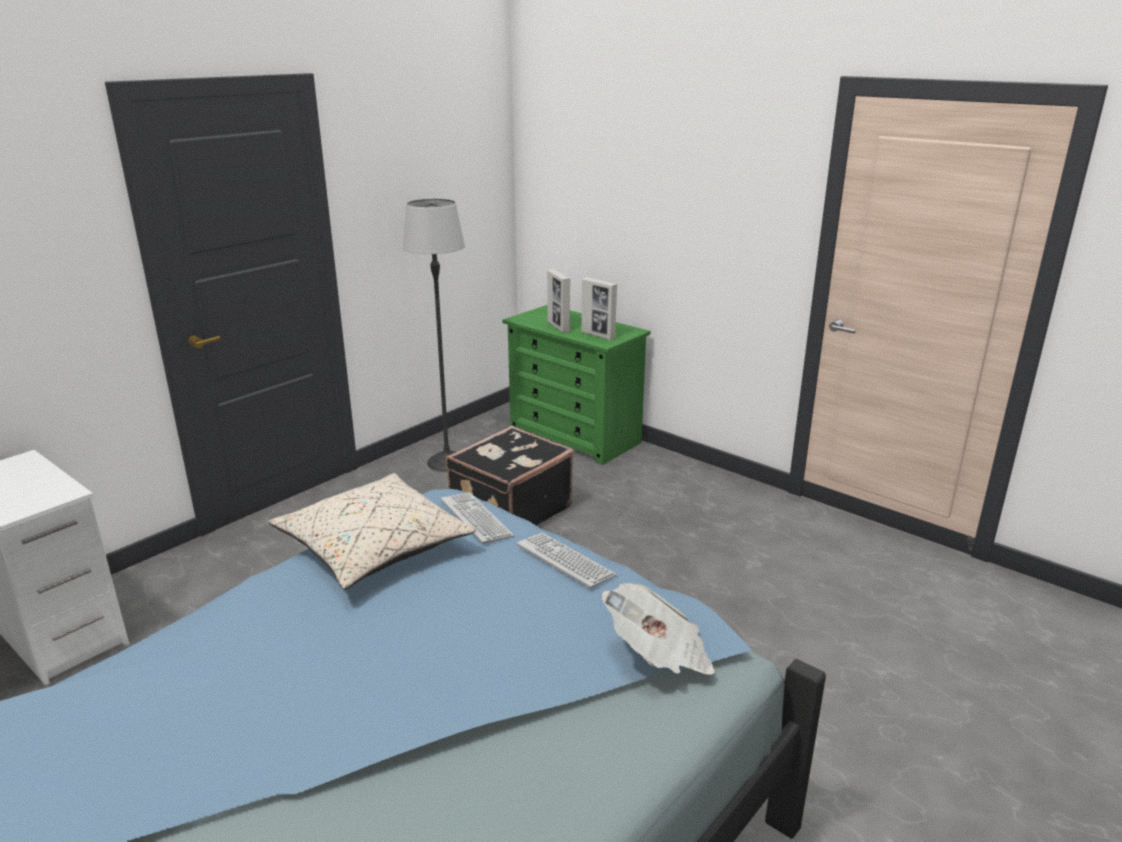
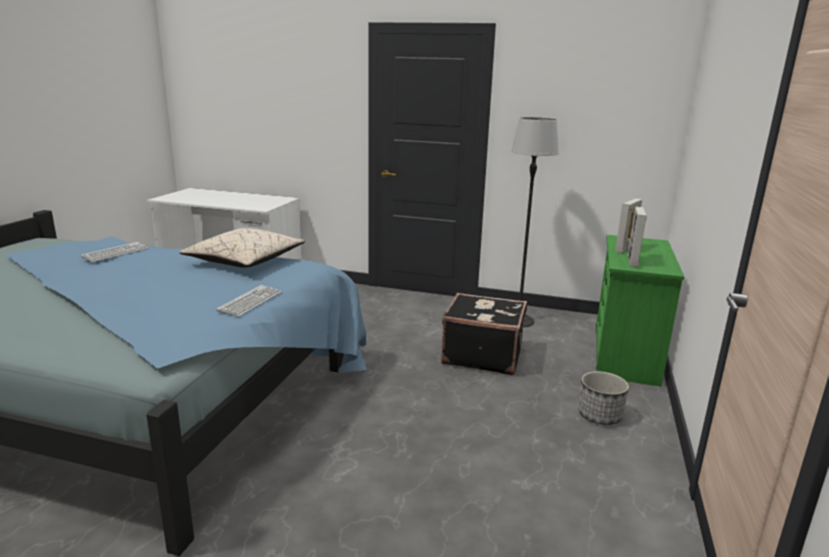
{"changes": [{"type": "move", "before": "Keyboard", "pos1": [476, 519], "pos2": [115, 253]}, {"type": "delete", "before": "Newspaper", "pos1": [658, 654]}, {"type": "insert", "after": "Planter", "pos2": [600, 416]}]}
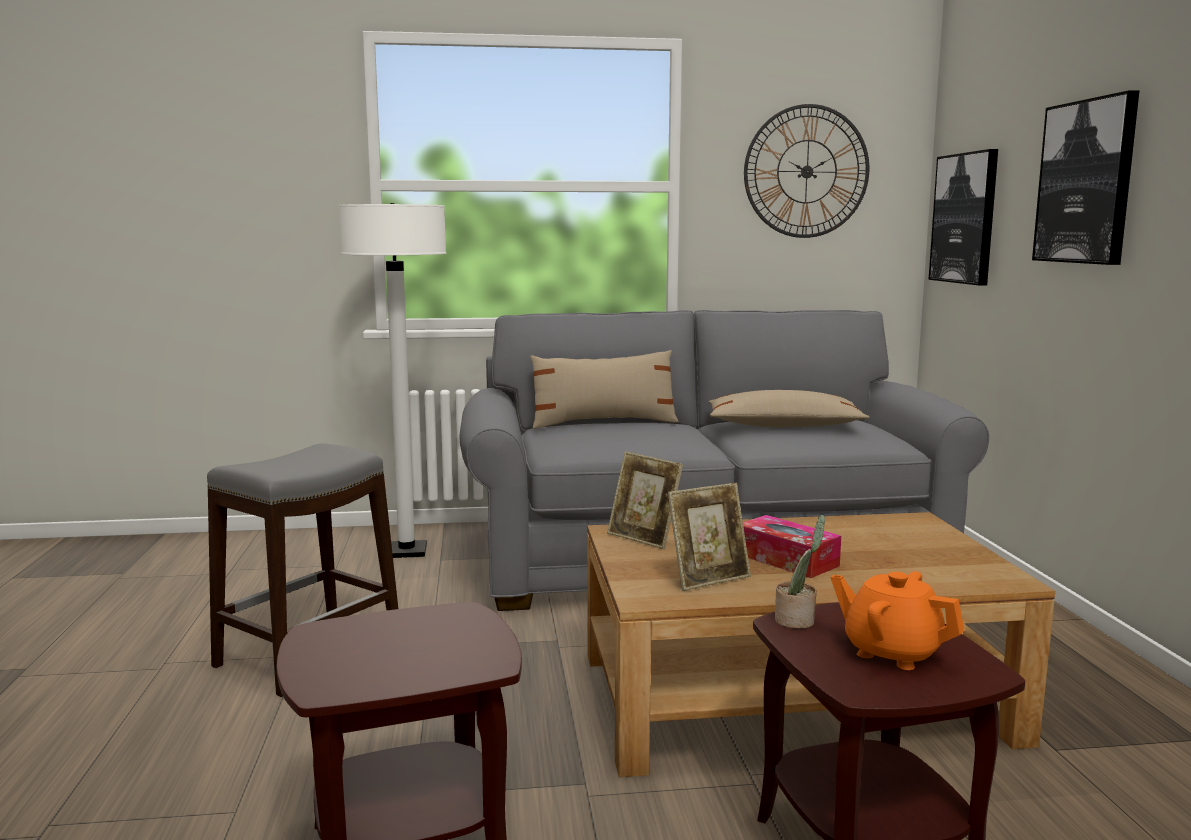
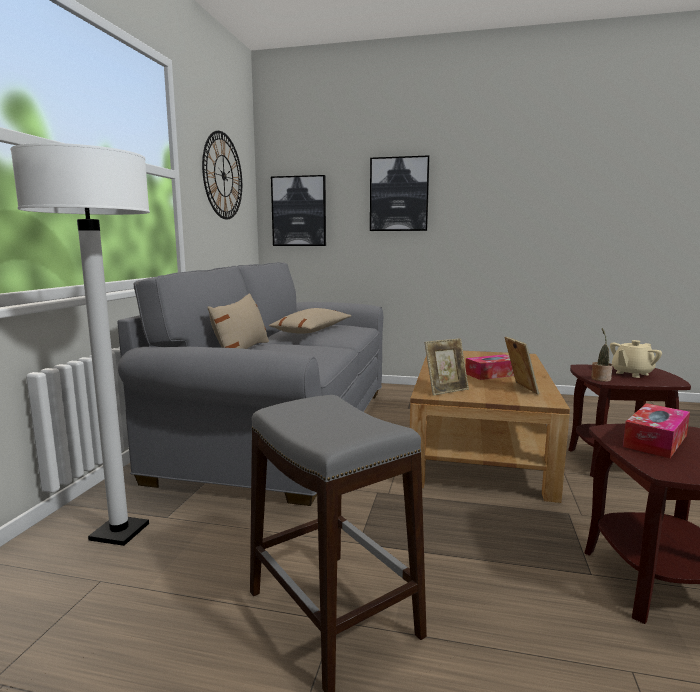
{"changes": [{"type": "recolor", "before": "OrangeTeapot", "after": "BeigeTeapot", "pos1": [892, 652], "pos2": [631, 373]}, {"type": "insert", "after": "TissueBox", "pos2": [655, 441]}]}
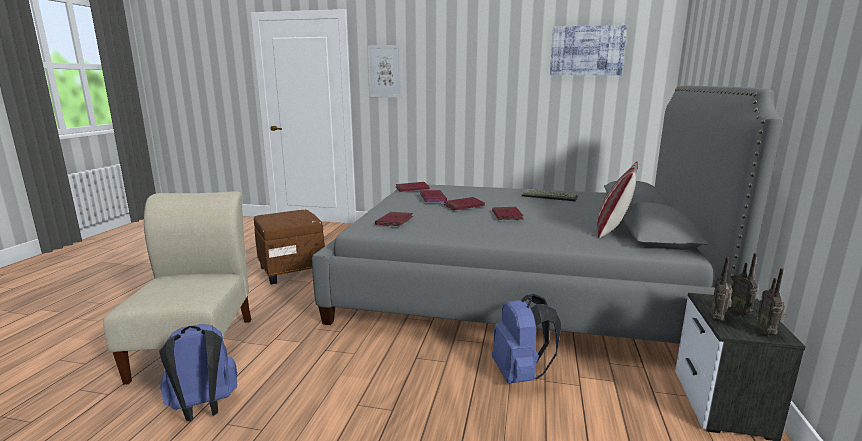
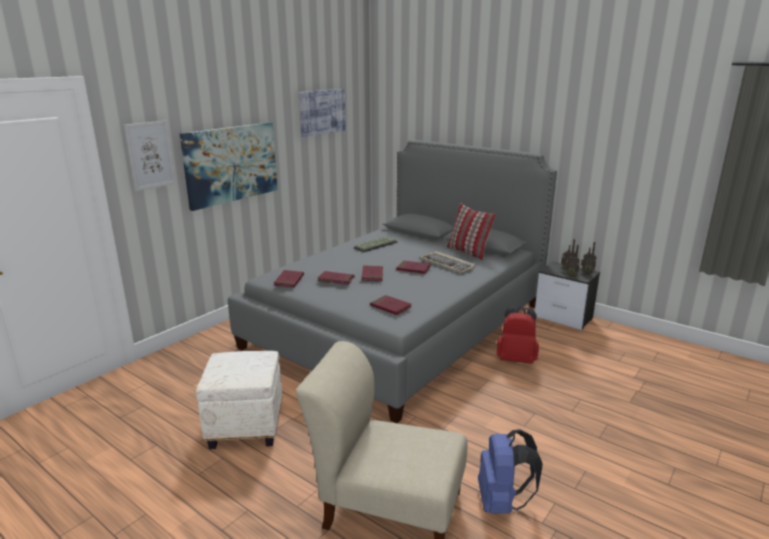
{"changes": [{"type": "recolor", "before": "BrownOttoman", "after": "WhiteOttoman", "pos1": [291, 271], "pos2": [246, 427]}, {"type": "recolor", "before": "BlueBackpack", "after": "RedBackpack", "pos1": [520, 375], "pos2": [516, 359]}, {"type": "insert", "after": "Picture", "pos2": [231, 164]}, {"type": "insert", "after": "Keyboard", "pos2": [447, 264]}]}
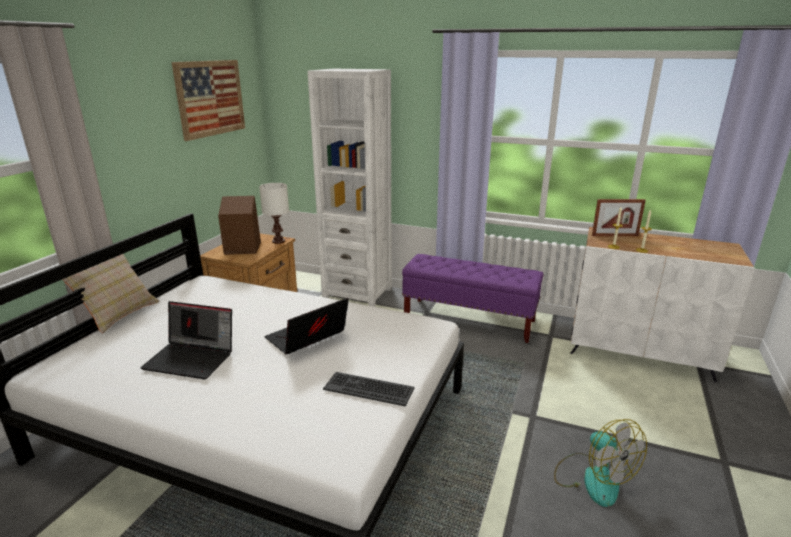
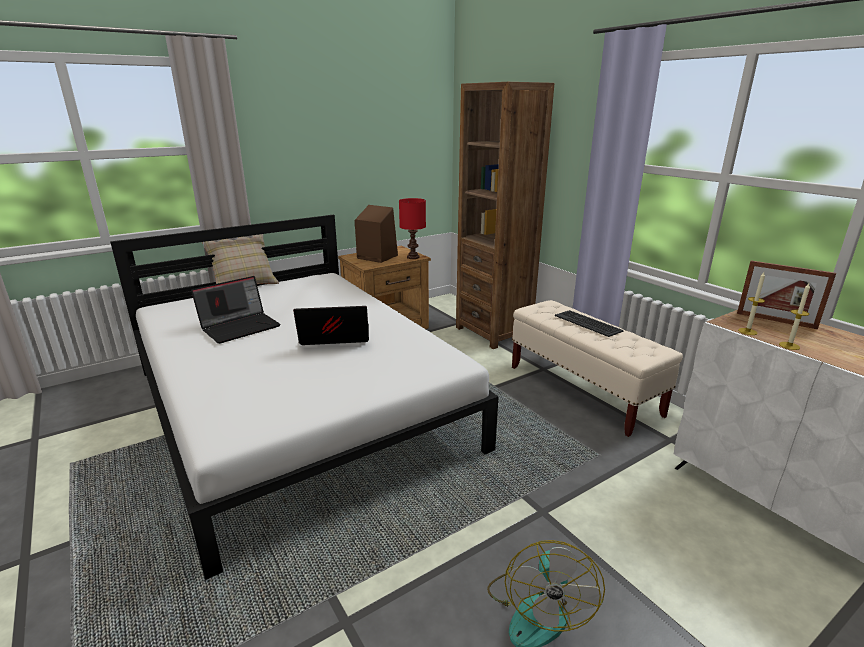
{"changes": [{"type": "rotate", "before": "Laptop", "pos1": [192, 358], "pos2": [240, 327], "turn": -90}, {"type": "delete", "before": "Picture", "pos1": [210, 98]}, {"type": "recolor", "before": "WhiteTableLamp", "after": "RedTableLamp", "pos1": [278, 241], "pos2": [413, 257]}, {"type": "recolor", "before": "WhiteBookcase", "after": "BrownBookcase", "pos1": [357, 293], "pos2": [493, 332]}, {"type": "move", "before": "Keyboard", "pos1": [369, 389], "pos2": [588, 323]}, {"type": "recolor", "before": "PurpleBench", "after": "BeigeBench", "pos1": [469, 320], "pos2": [582, 391]}]}
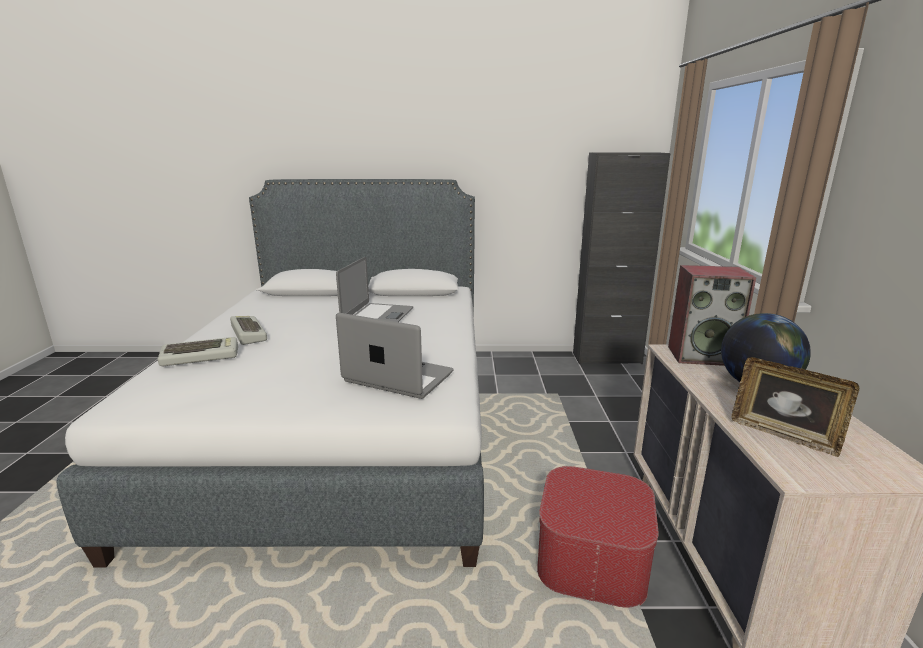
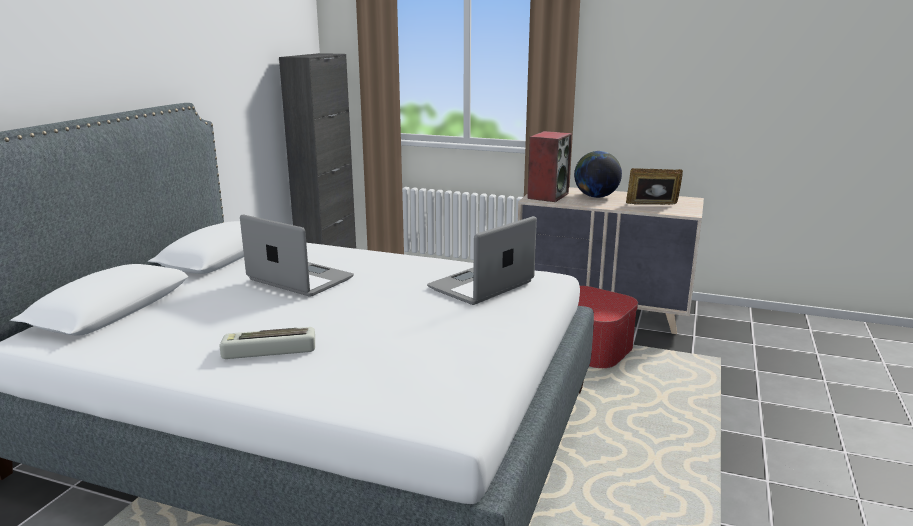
{"changes": [{"type": "delete", "before": "Keyboard", "pos1": [201, 356]}, {"type": "rotate", "before": "PictureFrame", "pos1": [783, 434], "pos2": [652, 206], "turn": -150}]}
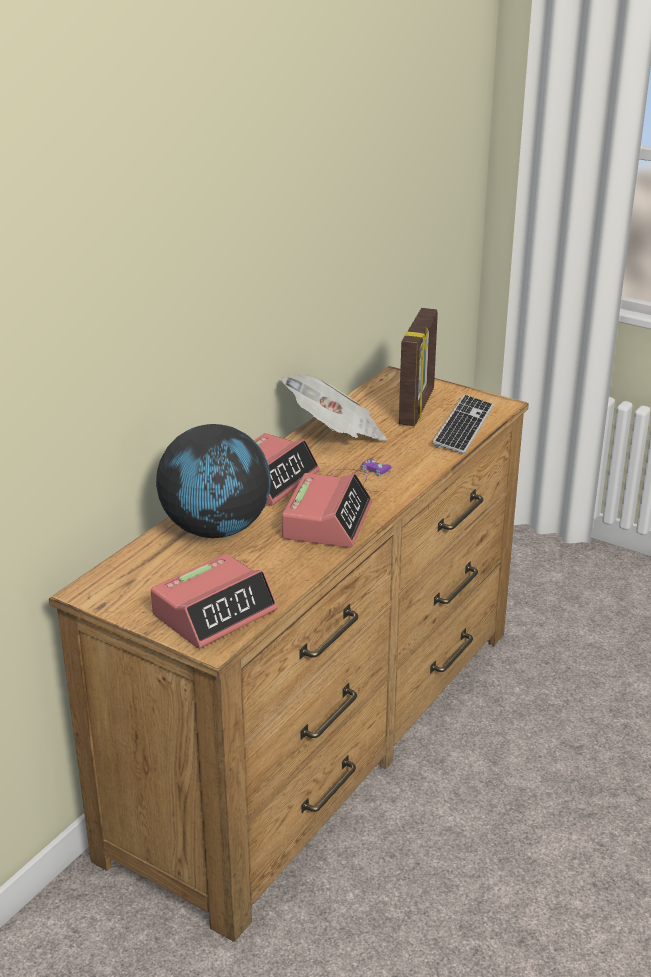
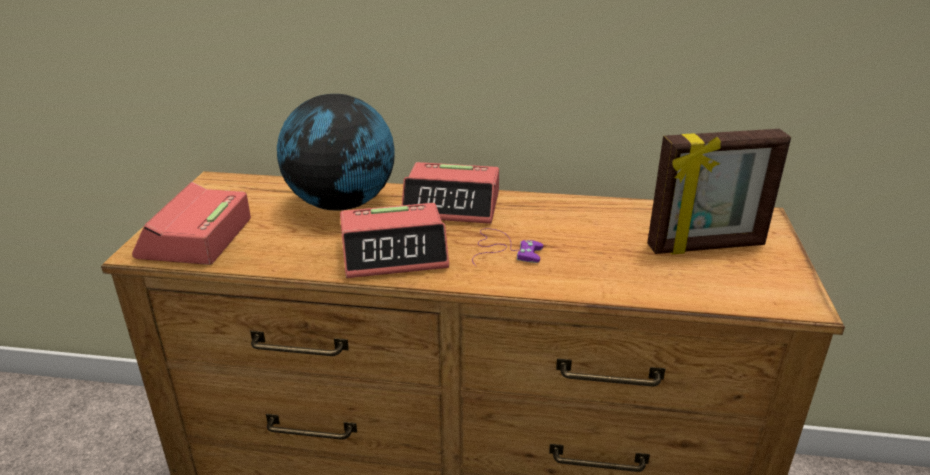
{"changes": [{"type": "rotate", "before": "AlarmClock", "pos1": [214, 612], "pos2": [195, 239], "turn": 75}, {"type": "delete", "before": "Newspaper", "pos1": [336, 433]}, {"type": "delete", "before": "Keyboard", "pos1": [463, 426]}]}
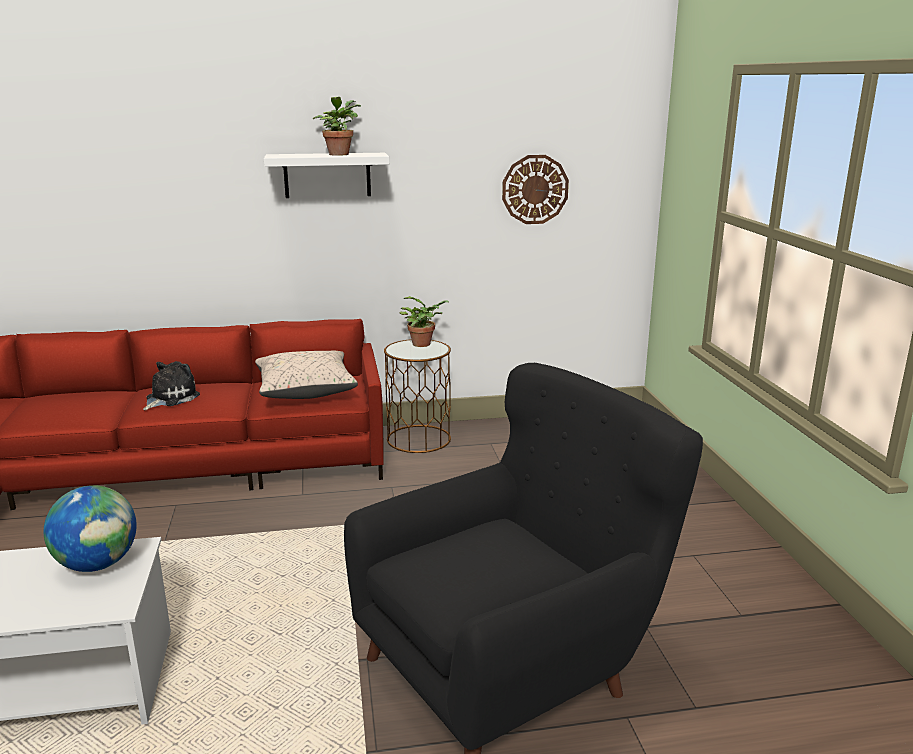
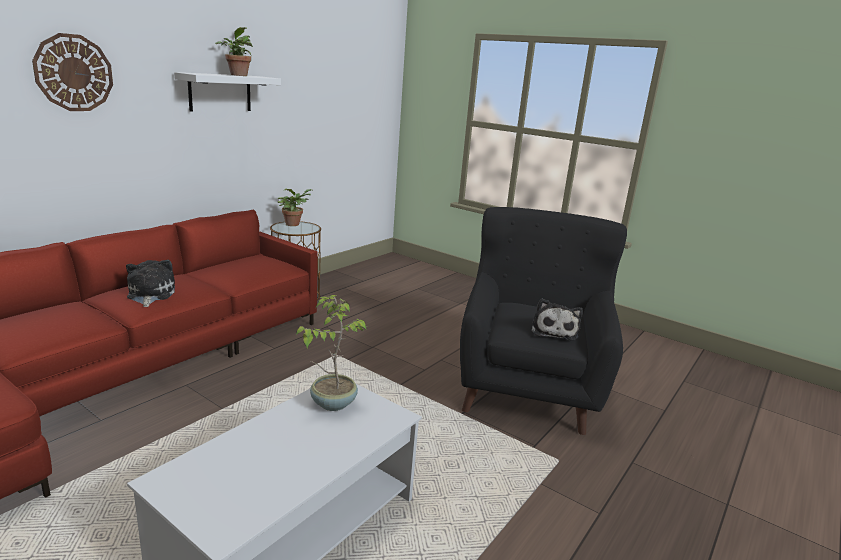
{"changes": [{"type": "replace", "before": "Globe", "after": "PottedPlant", "pos1": [98, 564], "pos2": [332, 403]}, {"type": "delete", "before": "BeigePillow", "pos1": [305, 390]}, {"type": "move", "before": "WallClock", "pos1": [535, 189], "pos2": [74, 73]}, {"type": "insert", "after": "PlushToy", "pos2": [554, 331]}]}
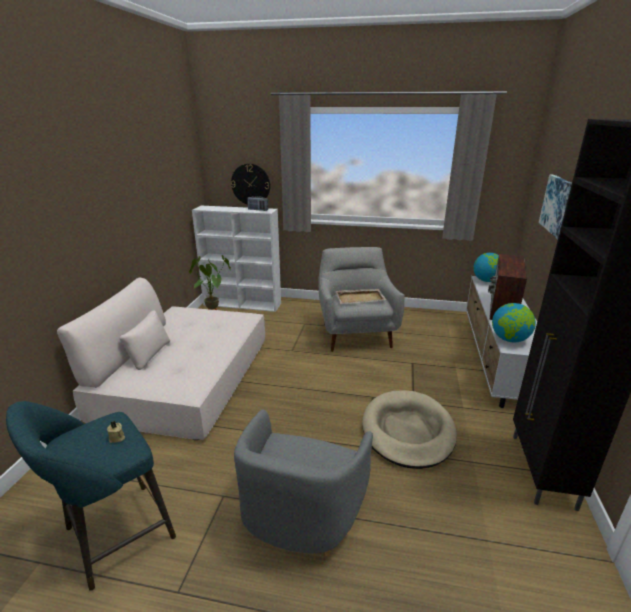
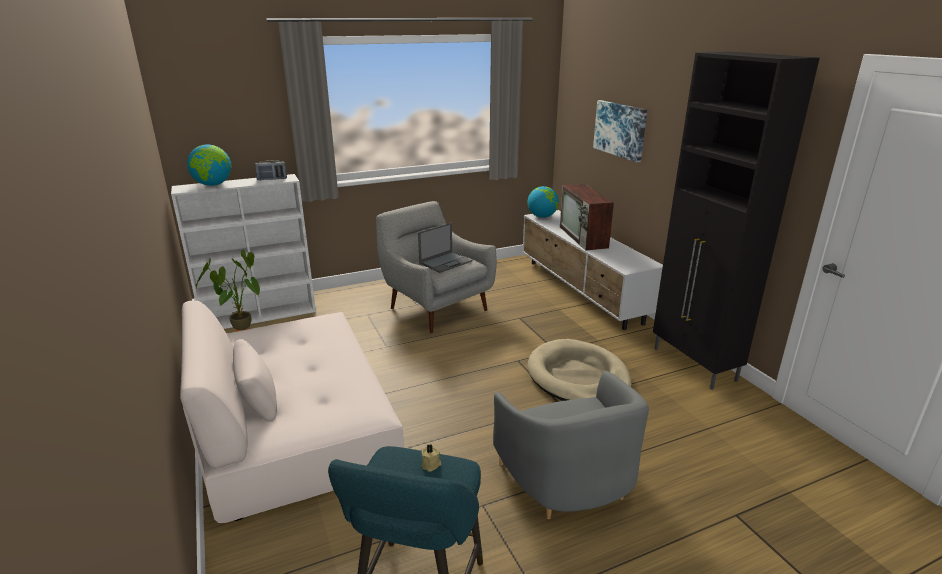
{"changes": [{"type": "delete", "before": "WallClock", "pos1": [250, 184]}, {"type": "replace", "before": "BeigeTray", "after": "Laptop", "pos1": [360, 298], "pos2": [446, 262]}, {"type": "move", "before": "Globe", "pos1": [509, 339], "pos2": [213, 185]}]}
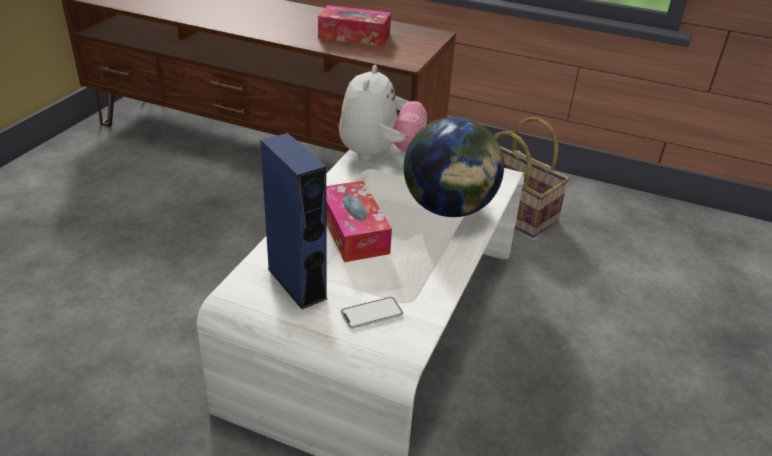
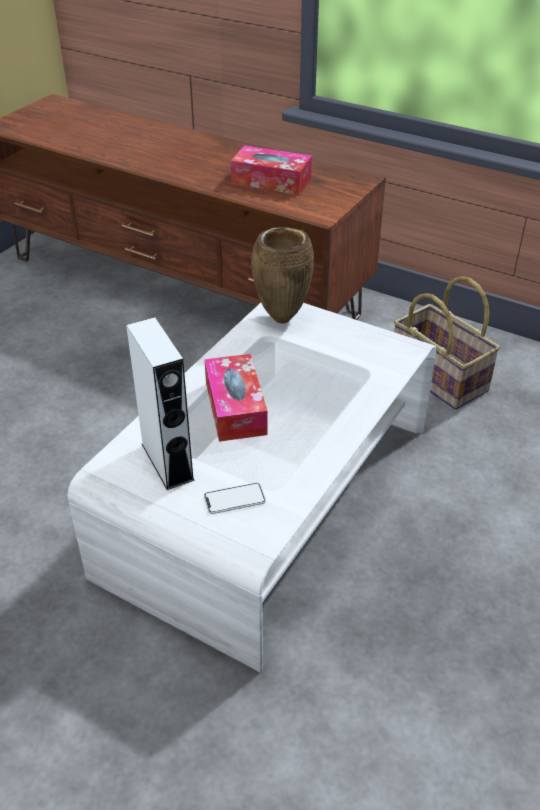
{"changes": [{"type": "recolor", "before": "BlueSpeaker", "after": "WhiteSpeaker", "pos1": [297, 283], "pos2": [167, 461]}, {"type": "replace", "before": "PlushToy", "after": "BrownVase", "pos1": [379, 154], "pos2": [281, 318]}, {"type": "delete", "before": "Globe", "pos1": [449, 208]}]}
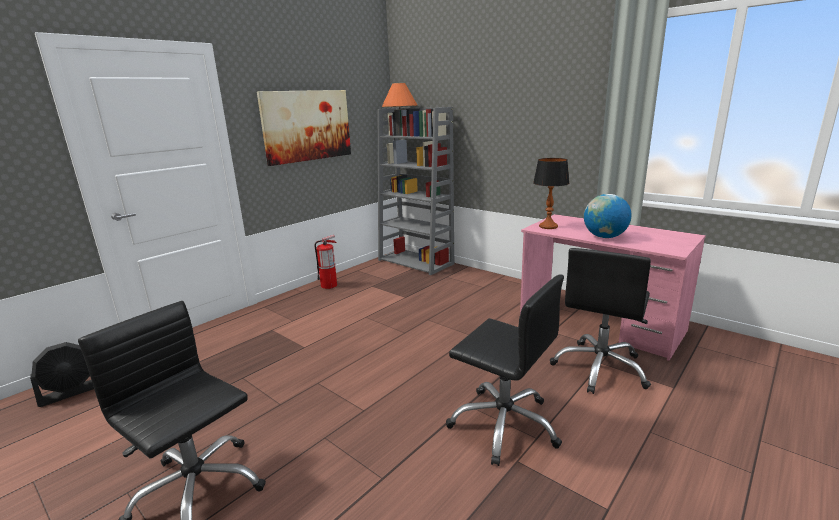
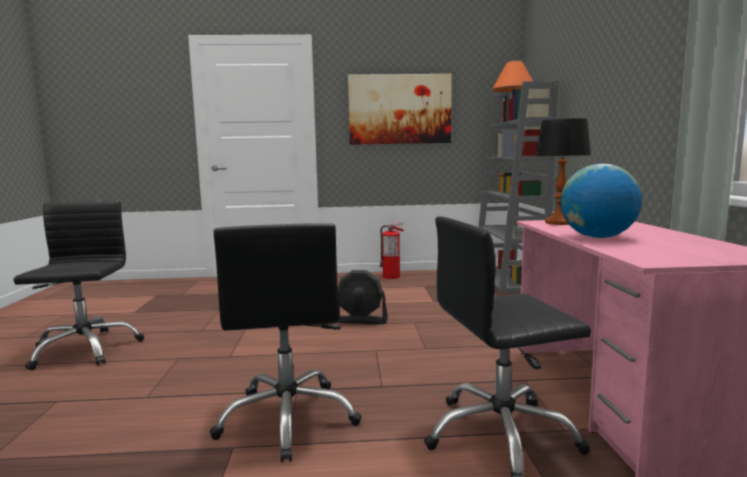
{"changes": [{"type": "move", "before": "BlackFan", "pos1": [73, 391], "pos2": [361, 320]}]}
